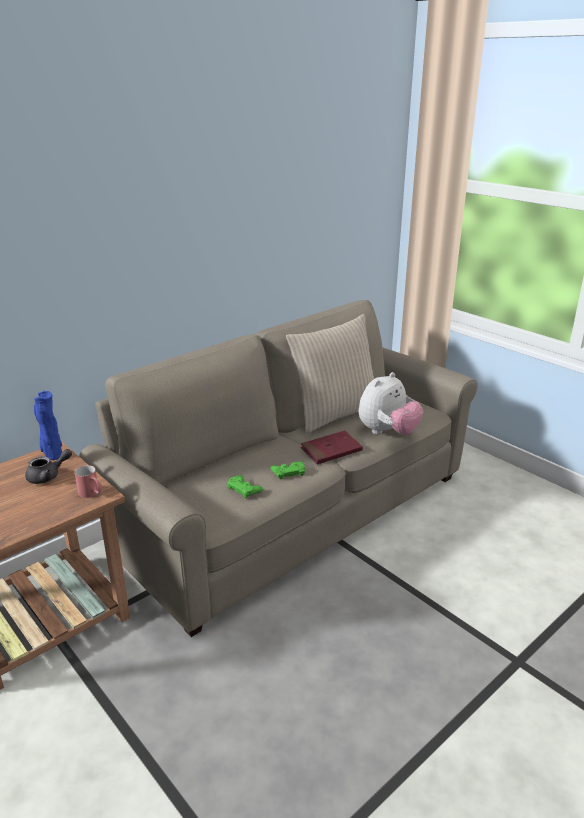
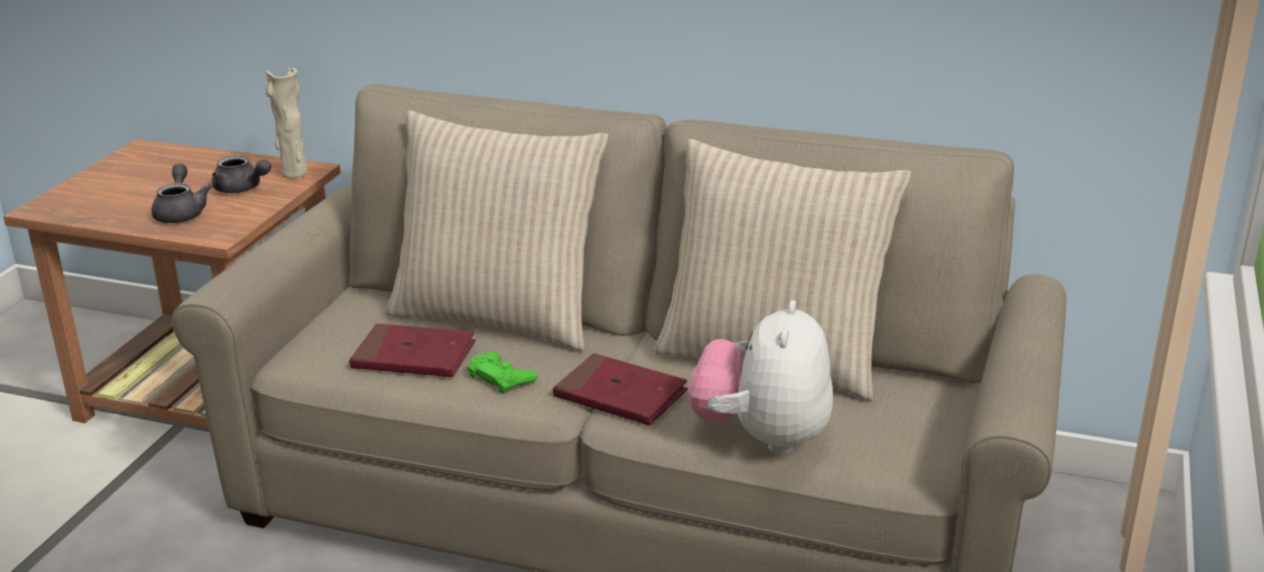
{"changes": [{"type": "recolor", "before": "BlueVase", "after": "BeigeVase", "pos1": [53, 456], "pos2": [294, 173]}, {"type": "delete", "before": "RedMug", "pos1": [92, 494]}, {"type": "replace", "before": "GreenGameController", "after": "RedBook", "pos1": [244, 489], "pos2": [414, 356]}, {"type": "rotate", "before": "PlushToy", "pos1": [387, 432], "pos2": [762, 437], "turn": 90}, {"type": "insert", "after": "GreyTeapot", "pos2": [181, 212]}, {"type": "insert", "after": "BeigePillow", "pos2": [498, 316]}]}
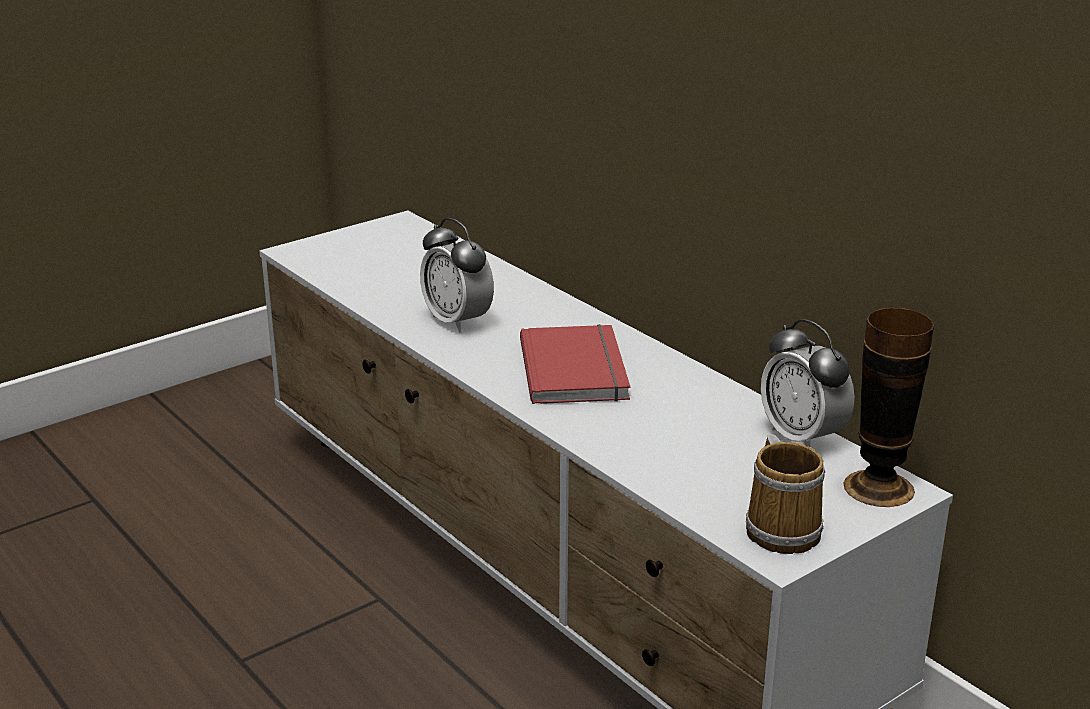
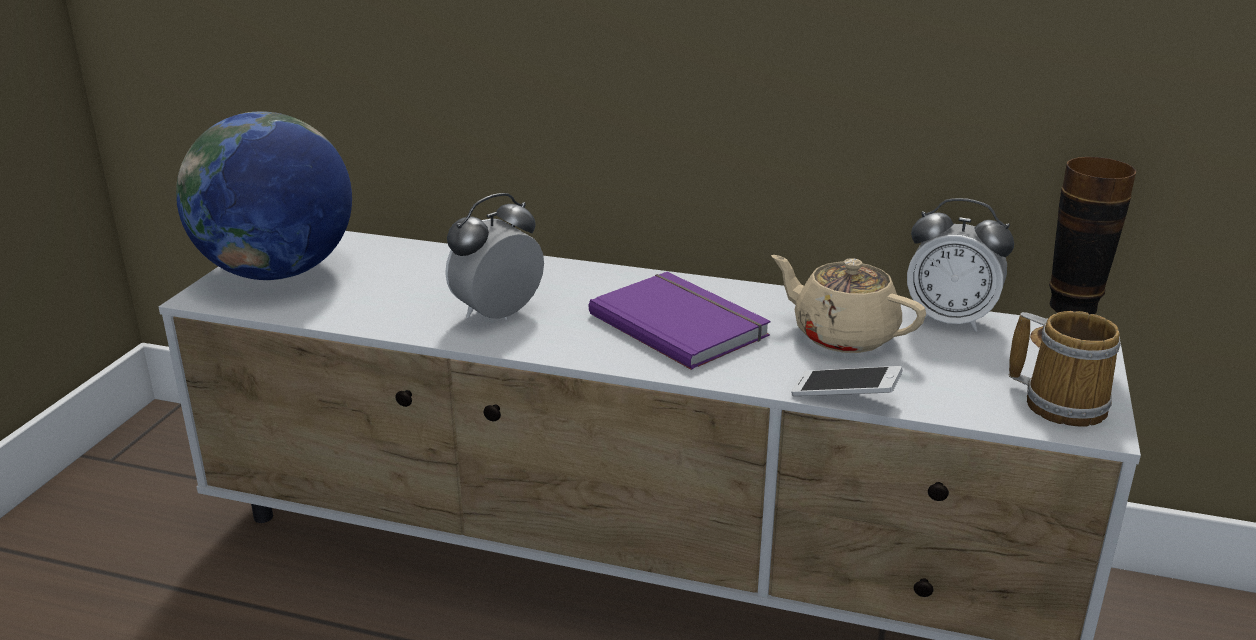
{"changes": [{"type": "rotate", "before": "AlarmClock", "pos1": [457, 321], "pos2": [498, 314], "turn": 120}, {"type": "recolor", "before": "RedBook", "after": "PurpleBook", "pos1": [577, 369], "pos2": [681, 323]}, {"type": "insert", "after": "Globe", "pos2": [277, 272]}, {"type": "insert", "after": "BeigeTeapot", "pos2": [842, 335]}, {"type": "insert", "after": "Phone", "pos2": [845, 395]}]}
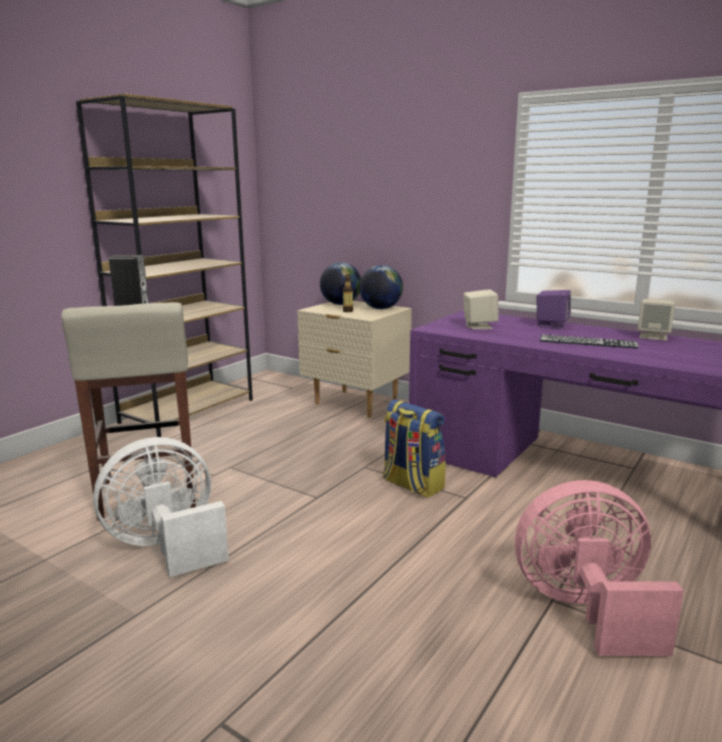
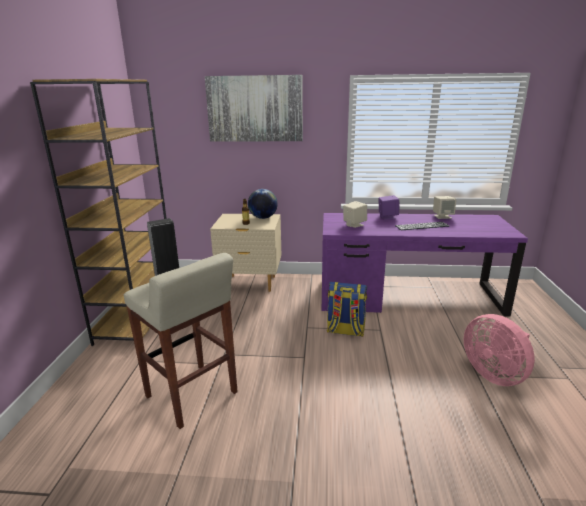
{"changes": [{"type": "delete", "before": "WhiteFan", "pos1": [167, 547]}, {"type": "delete", "before": "Globe", "pos1": [341, 304]}, {"type": "rotate", "before": "PinkFan", "pos1": [585, 610], "pos2": [494, 374], "turn": -90}, {"type": "insert", "after": "Picture", "pos2": [255, 109]}]}
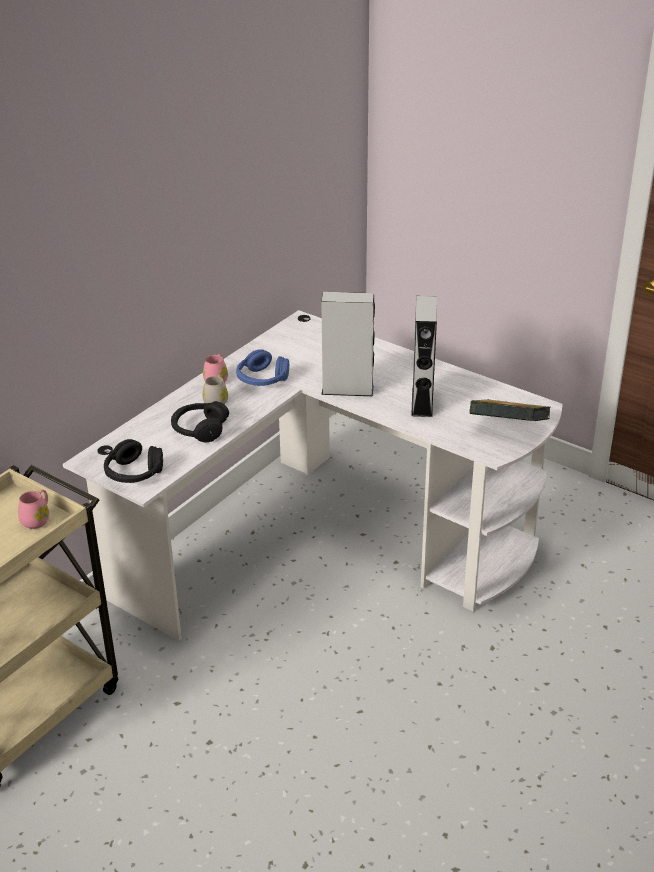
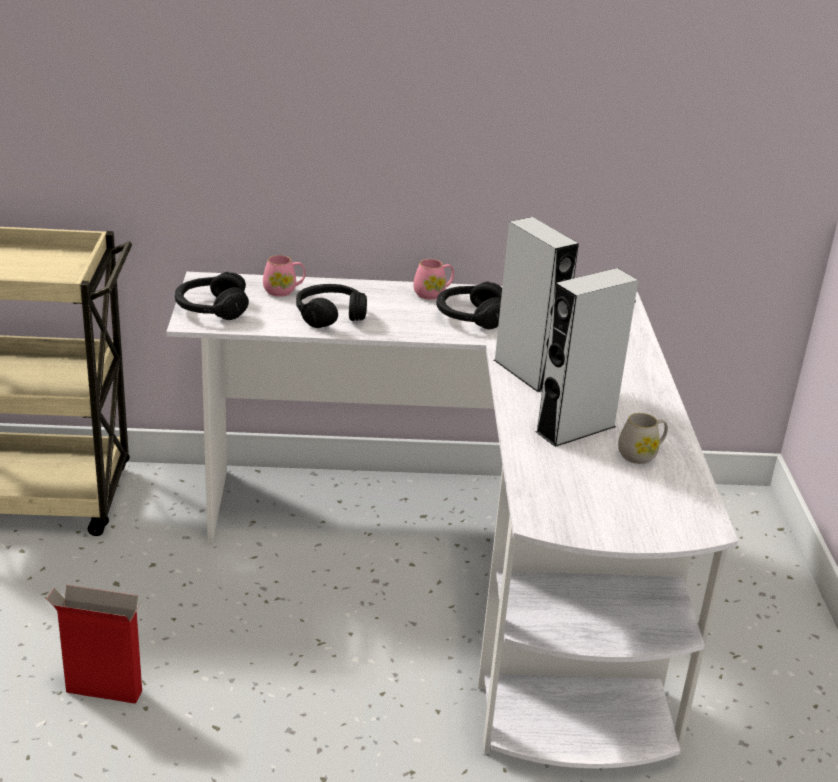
{"changes": [{"type": "move", "before": "PinkMug", "pos1": [37, 519], "pos2": [284, 291]}, {"type": "move", "before": "WhiteMug", "pos1": [217, 401], "pos2": [641, 454]}, {"type": "recolor", "before": "BlueHeadphones", "after": "BlackHeadphones", "pos1": [262, 379], "pos2": [470, 317]}, {"type": "delete", "before": "Book", "pos1": [508, 429]}, {"type": "insert", "after": "CardboardBox", "pos2": [102, 691]}]}
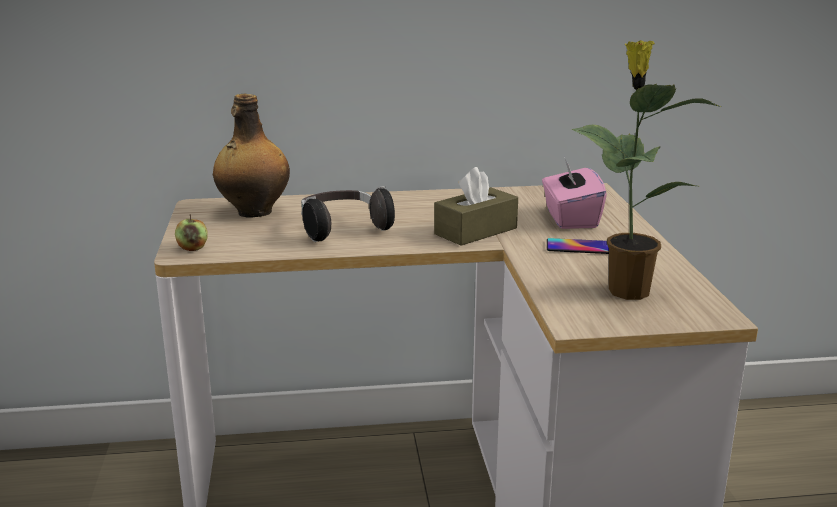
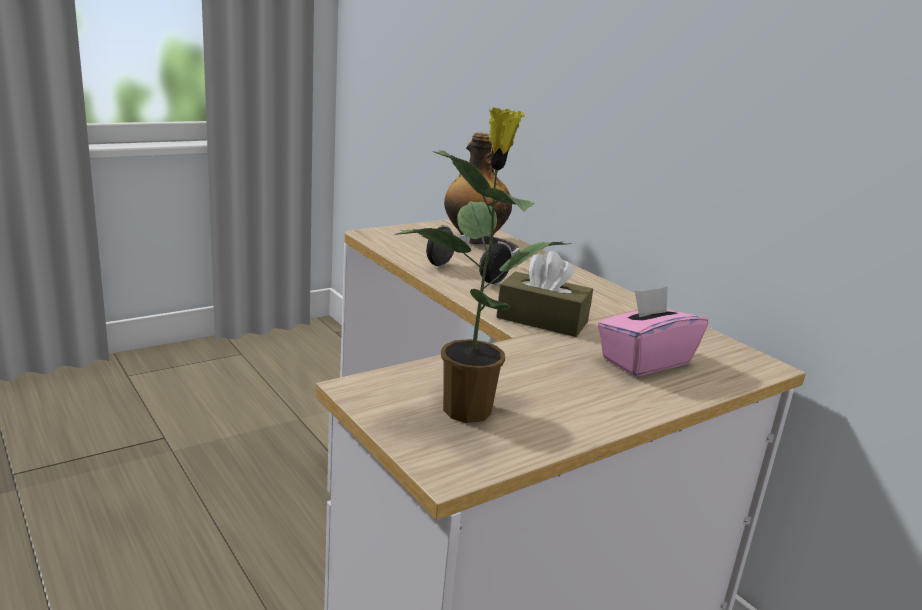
{"changes": [{"type": "delete", "before": "Apple", "pos1": [192, 248]}, {"type": "delete", "before": "Phone", "pos1": [579, 247]}]}
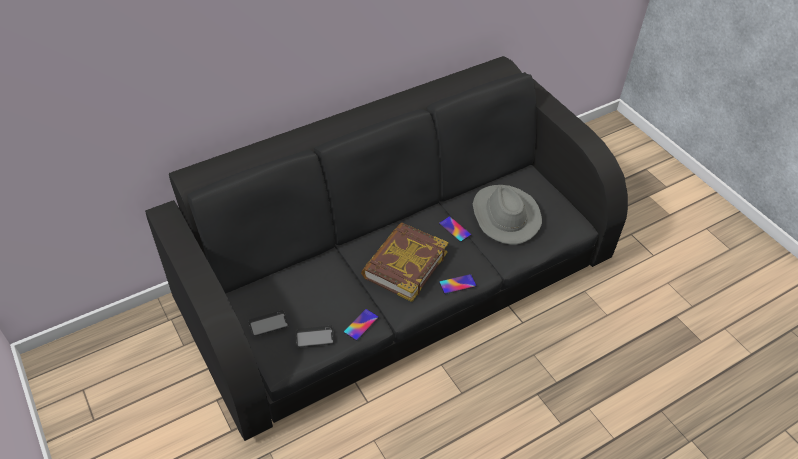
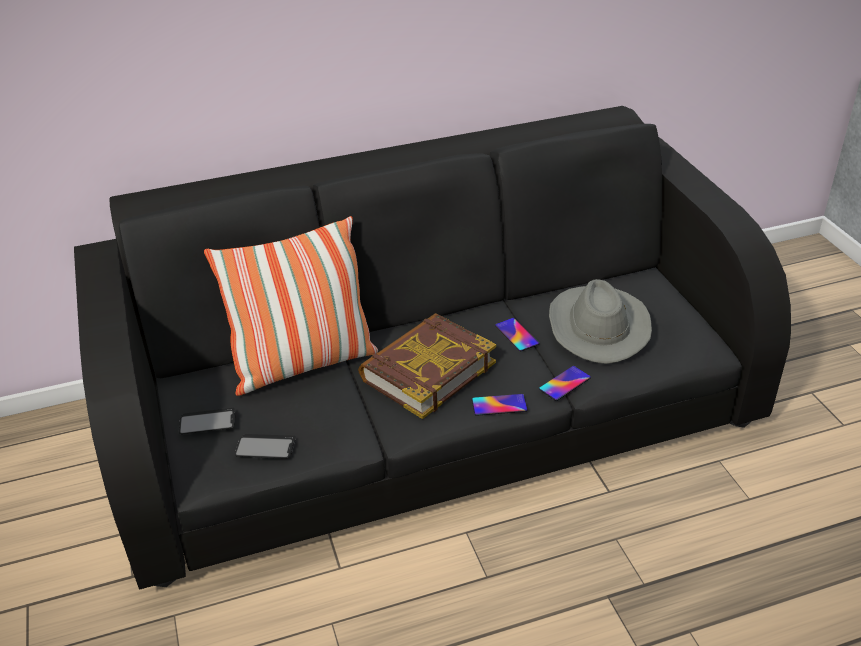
{"changes": [{"type": "move", "before": "Phone", "pos1": [361, 325], "pos2": [564, 383]}, {"type": "insert", "after": "Pillow", "pos2": [303, 364]}]}
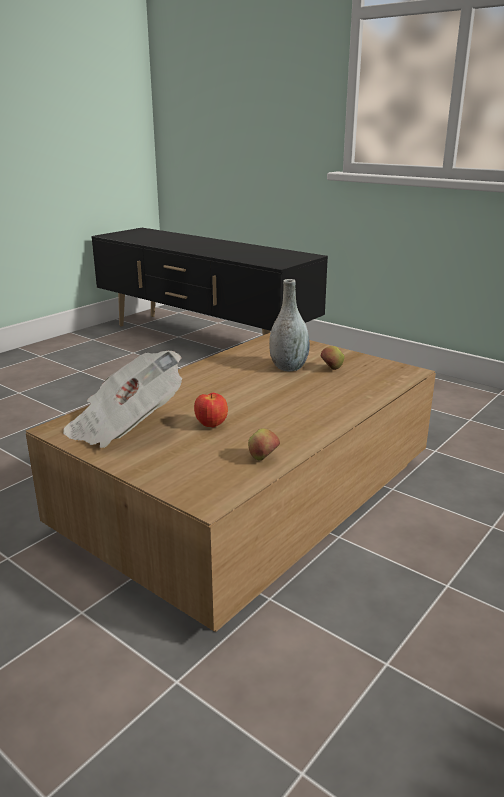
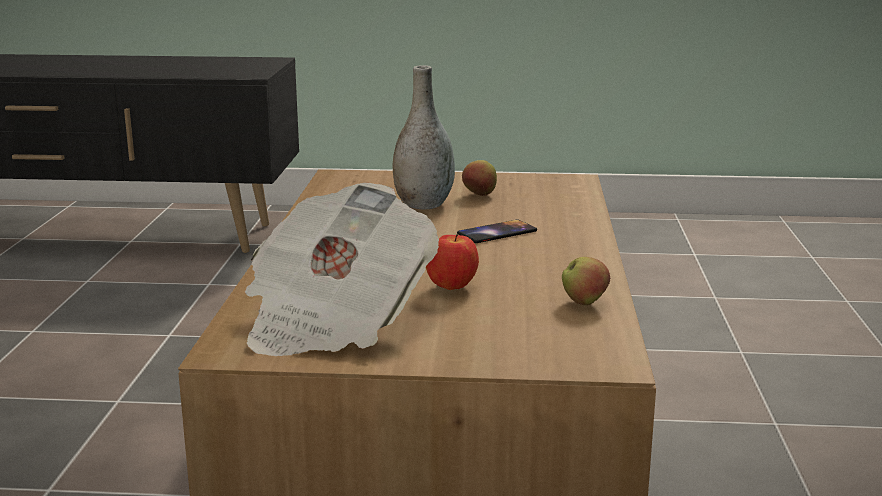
{"changes": [{"type": "insert", "after": "Phone", "pos2": [497, 232]}]}
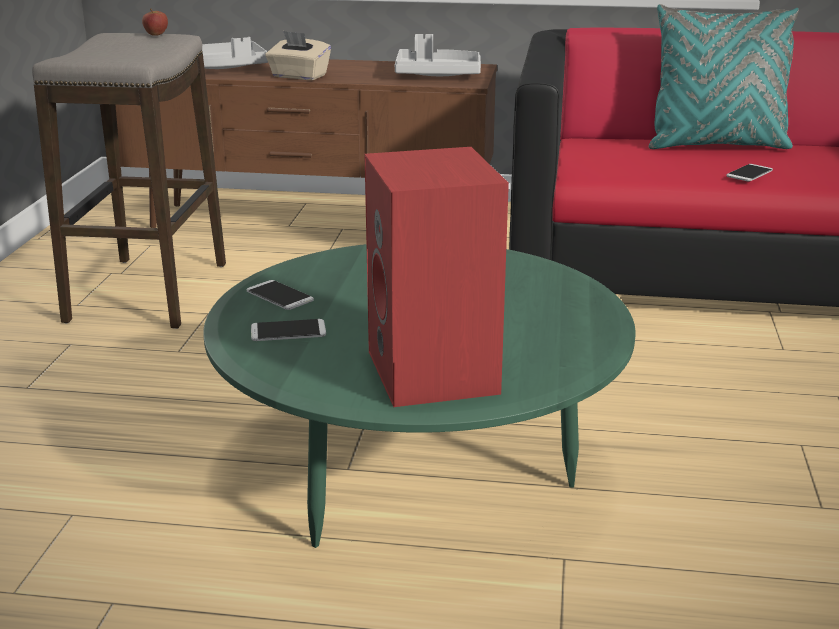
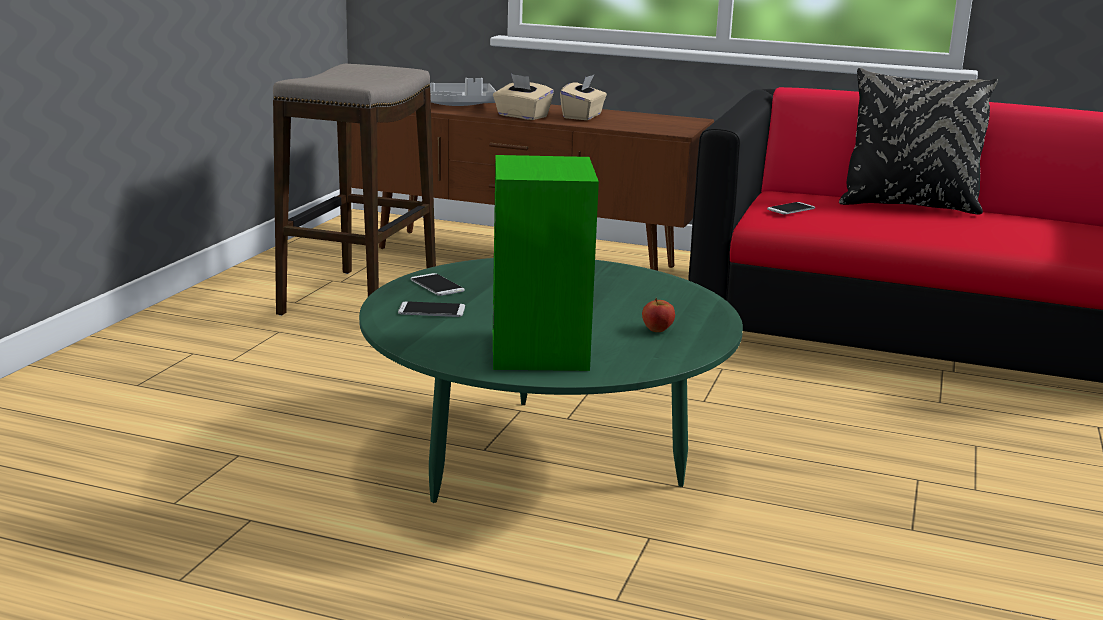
{"changes": [{"type": "move", "before": "Apple", "pos1": [156, 34], "pos2": [657, 330]}, {"type": "recolor", "before": "RedSpeaker", "after": "GreenSpeaker", "pos1": [436, 373], "pos2": [542, 351]}, {"type": "delete", "before": "GreyTray", "pos1": [437, 75]}, {"type": "recolor", "before": "TurquoisePillow", "after": "BlackPillow", "pos1": [716, 145], "pos2": [908, 206]}, {"type": "move", "before": "Phone", "pos1": [749, 173], "pos2": [791, 209]}, {"type": "insert", "after": "BeigeTissueBox", "pos2": [583, 116]}]}
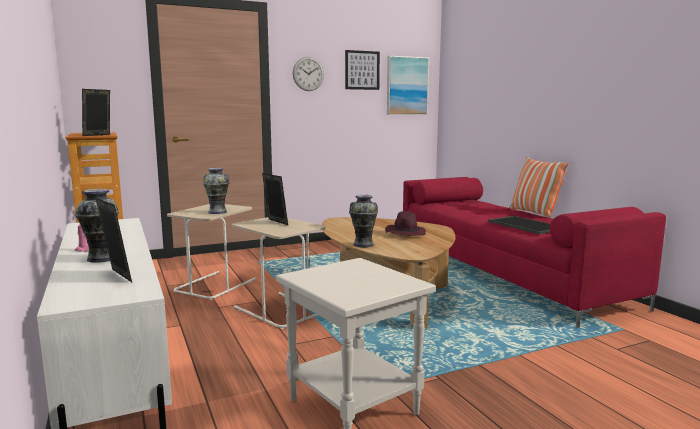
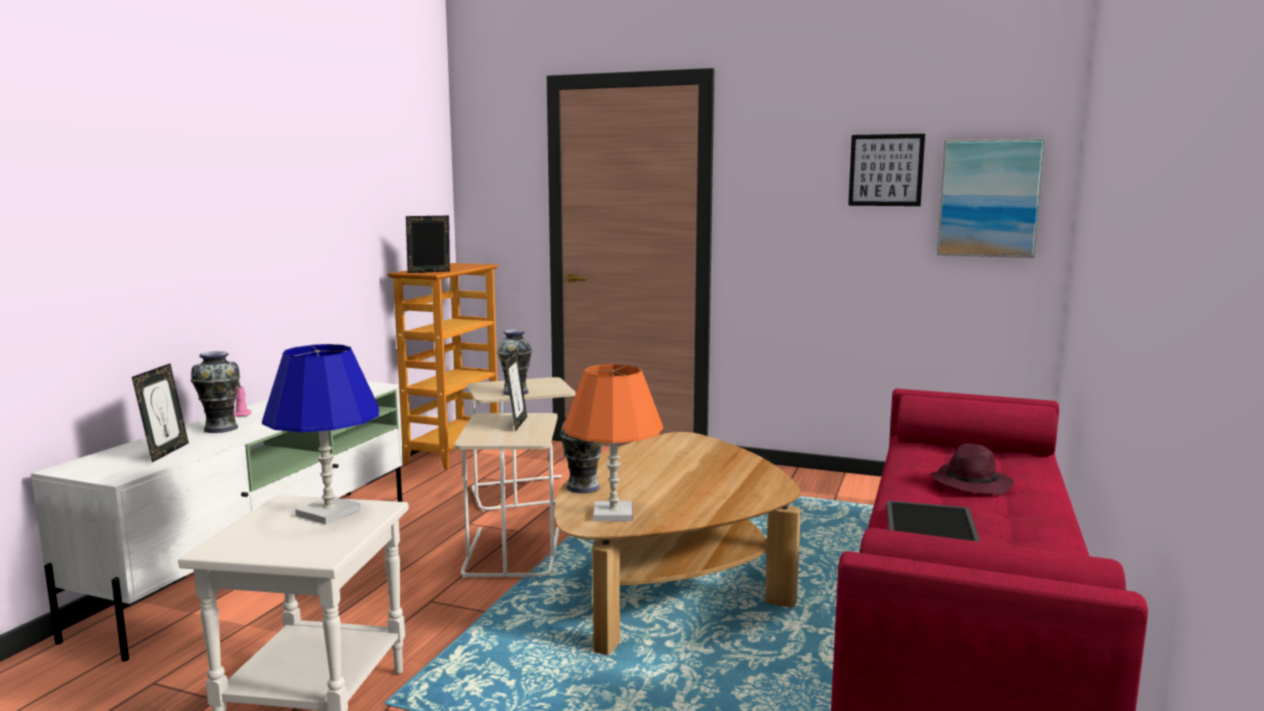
{"changes": [{"type": "delete", "before": "WallClock", "pos1": [308, 74]}, {"type": "move", "before": "PurpleHat", "pos1": [405, 233], "pos2": [970, 483]}, {"type": "delete", "before": "Pillow", "pos1": [534, 213]}, {"type": "insert", "after": "BlueTableLamp", "pos2": [328, 513]}, {"type": "insert", "after": "OrangeTableLamp", "pos2": [613, 514]}]}
